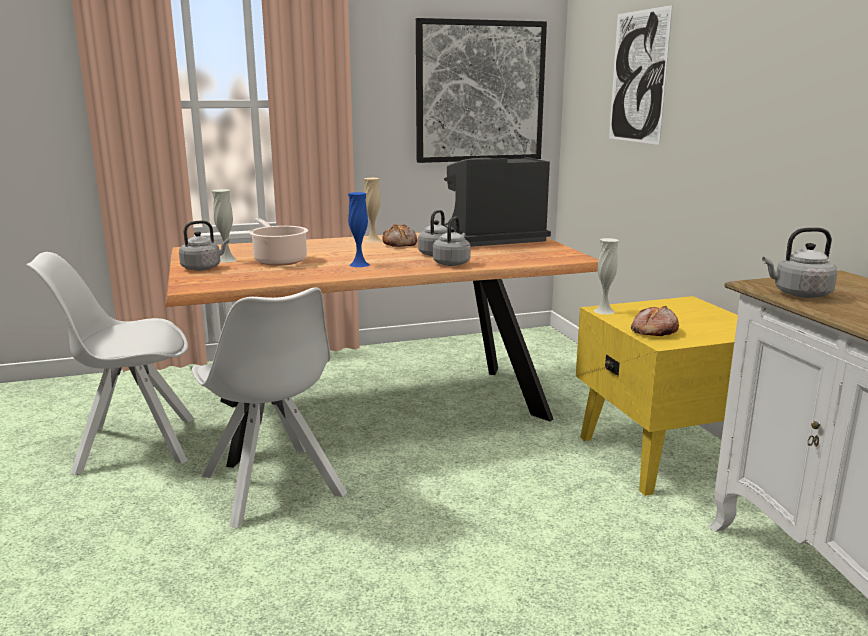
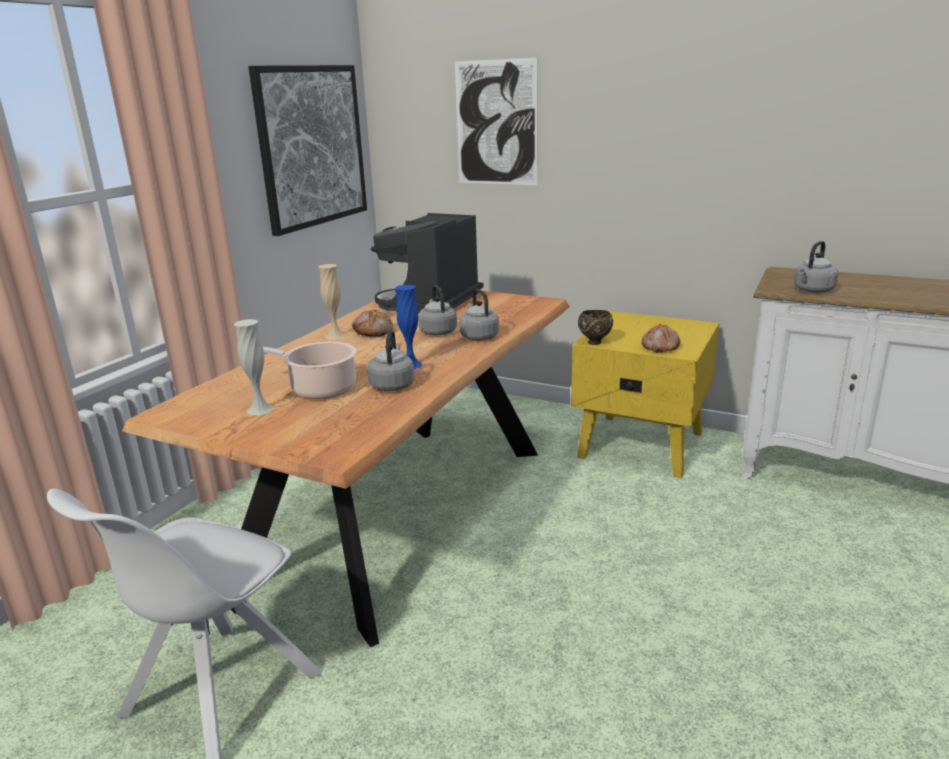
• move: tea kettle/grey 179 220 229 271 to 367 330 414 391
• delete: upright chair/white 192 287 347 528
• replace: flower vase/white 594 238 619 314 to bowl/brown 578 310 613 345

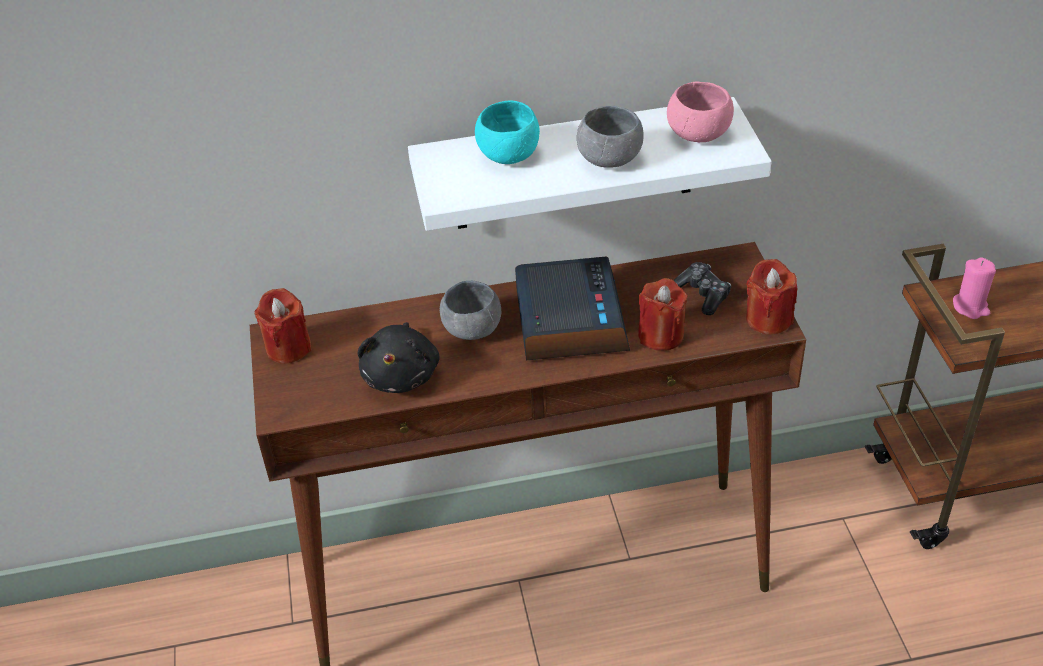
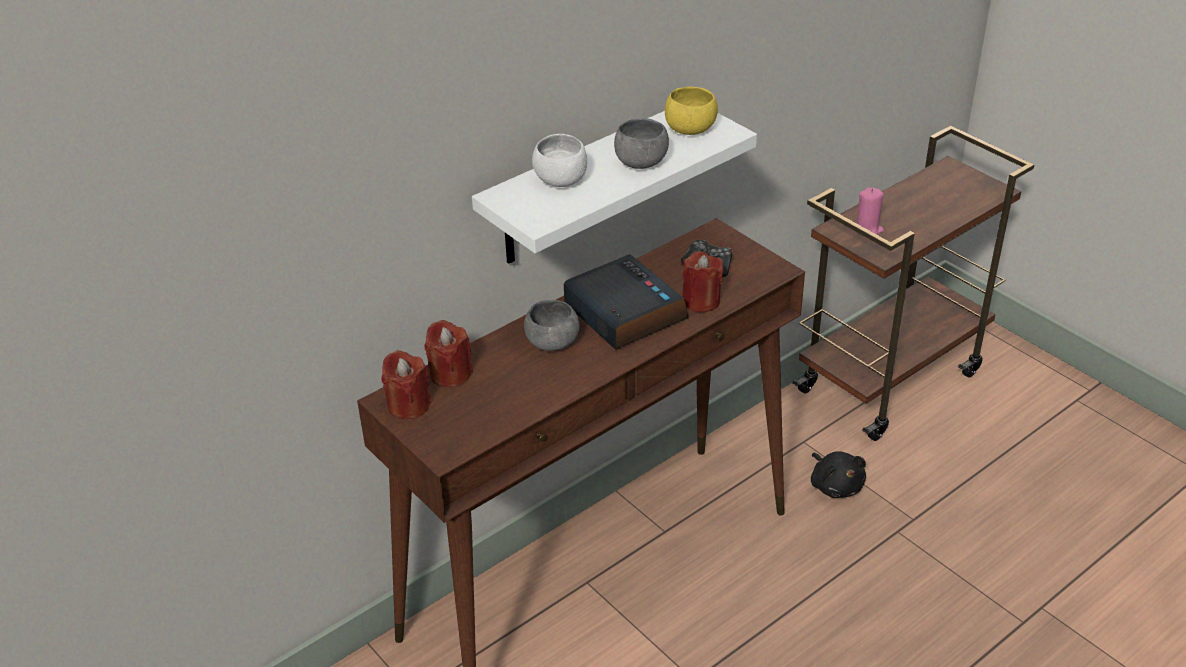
• move: soft toy/black-coloured 357 322 440 393 to 811 451 866 498
• recolor: bowl/turquoise 475 101 540 164 to bowl/white 532 134 587 187
• recolor: bowl/pink 667 81 734 142 to bowl/yellowish 665 86 718 135
• move: wax light/red-coloured 746 259 797 335 to 424 320 473 388

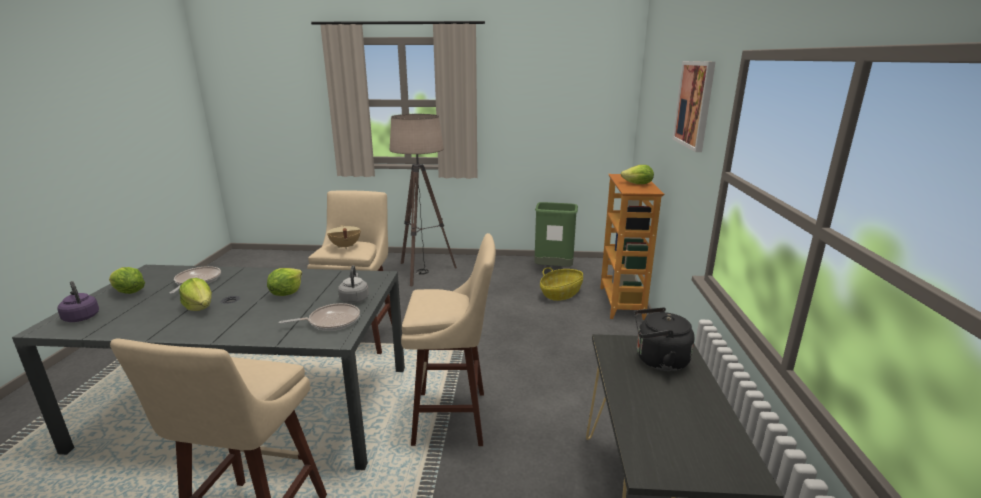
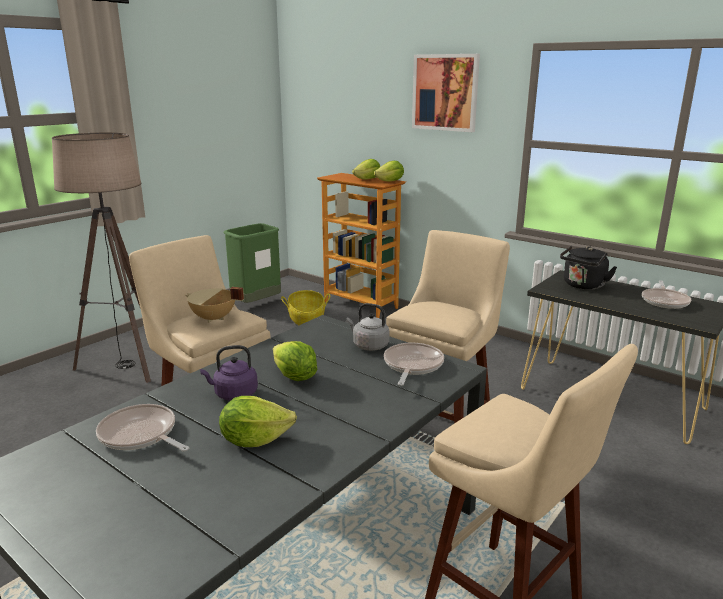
• move: tea kettle/purple-coloured 57 281 99 322 to 200 345 258 401
• move: head of lettuce 109 267 145 294 to 374 161 404 182
• insert: pan 642 280 691 309

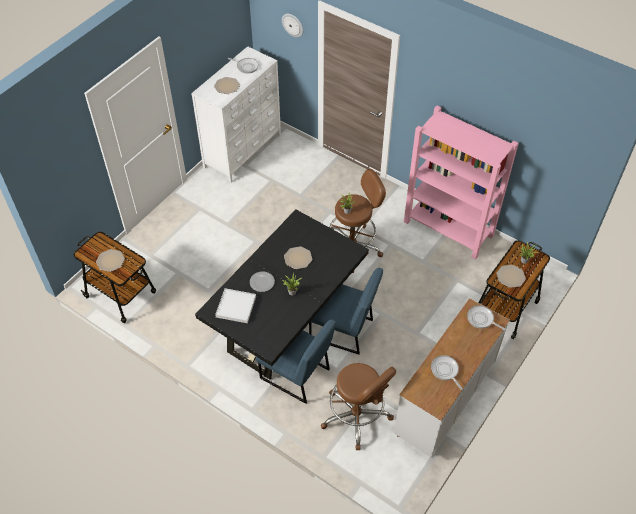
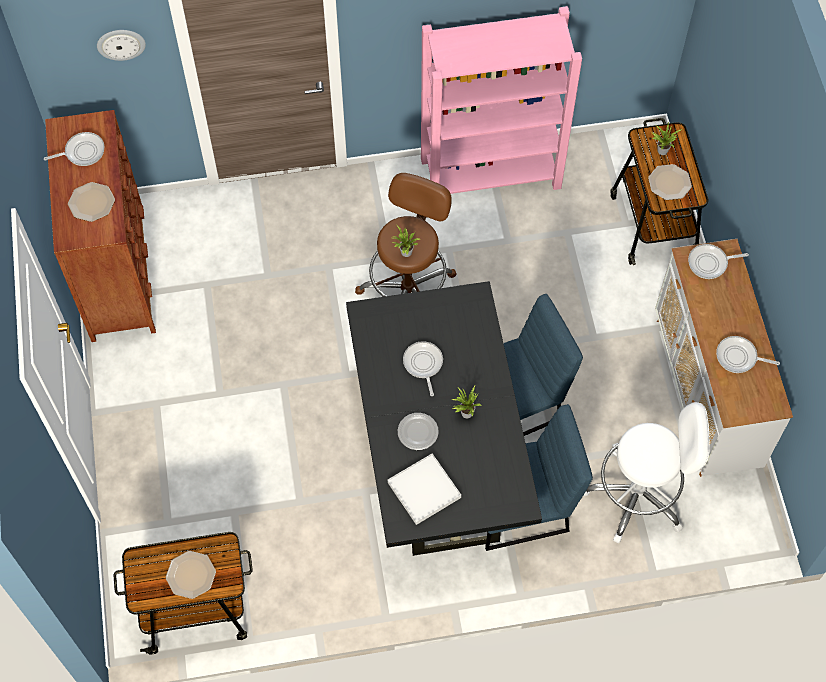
• recolor: dresser/white 191 46 281 183 to dresser/brown 45 110 156 342
• replace: plate 284 246 312 269 to pan 403 341 443 396
• recolor: stool/brown 321 363 396 450 to stool/white 583 402 710 543

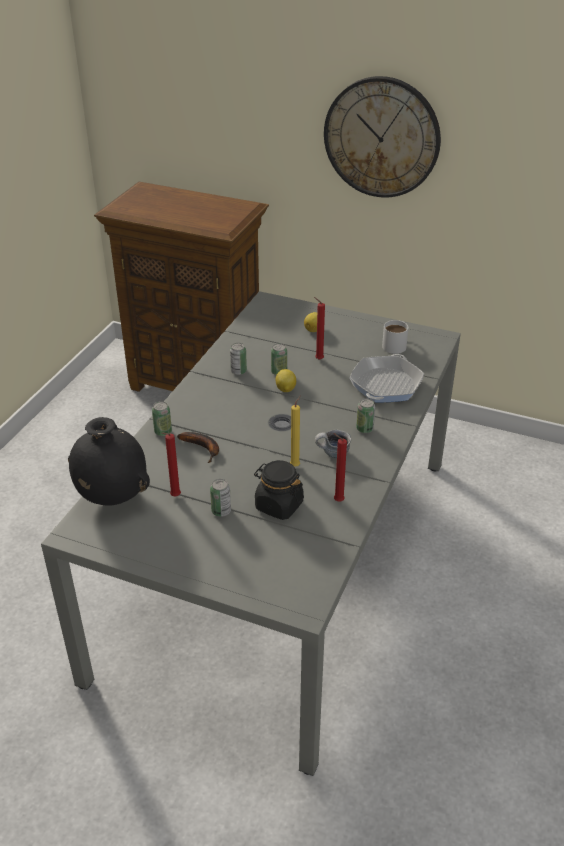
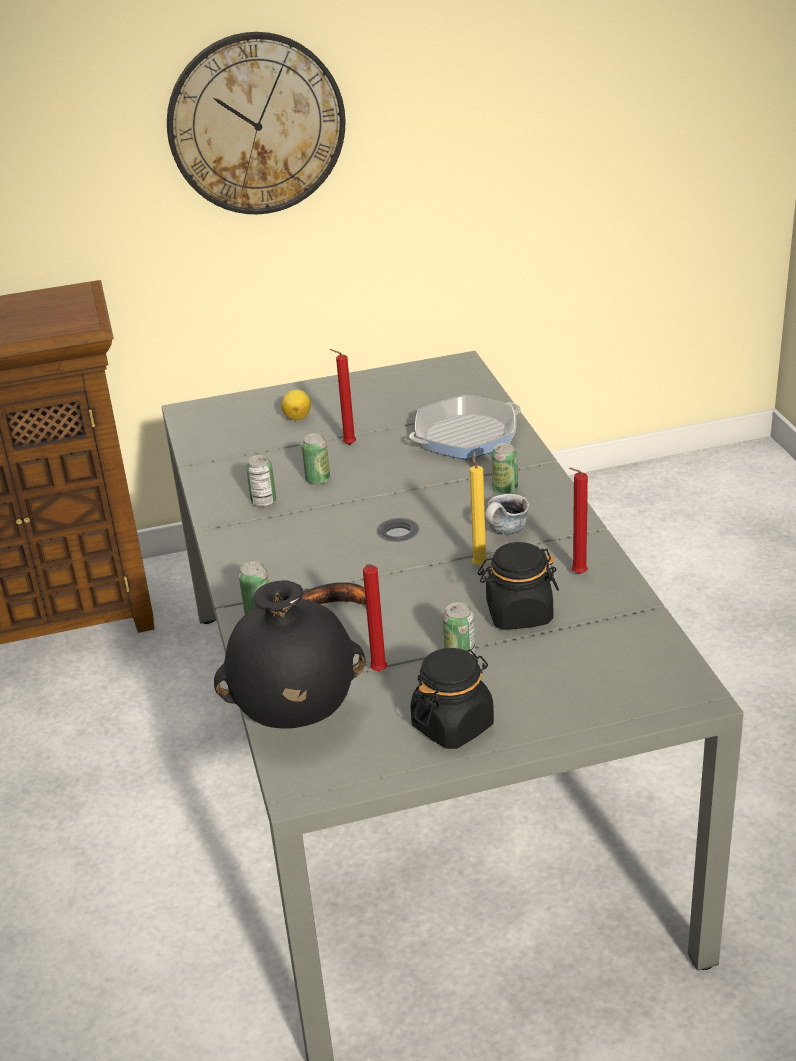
• delete: lemon 275 369 296 392
• rotate: pan 350 354 424 402 = 409 395 521 460 105 degrees counterclockwise
• delete: mug/white 382 320 408 354
• insert: storage jar/black-coloured 410 648 494 749

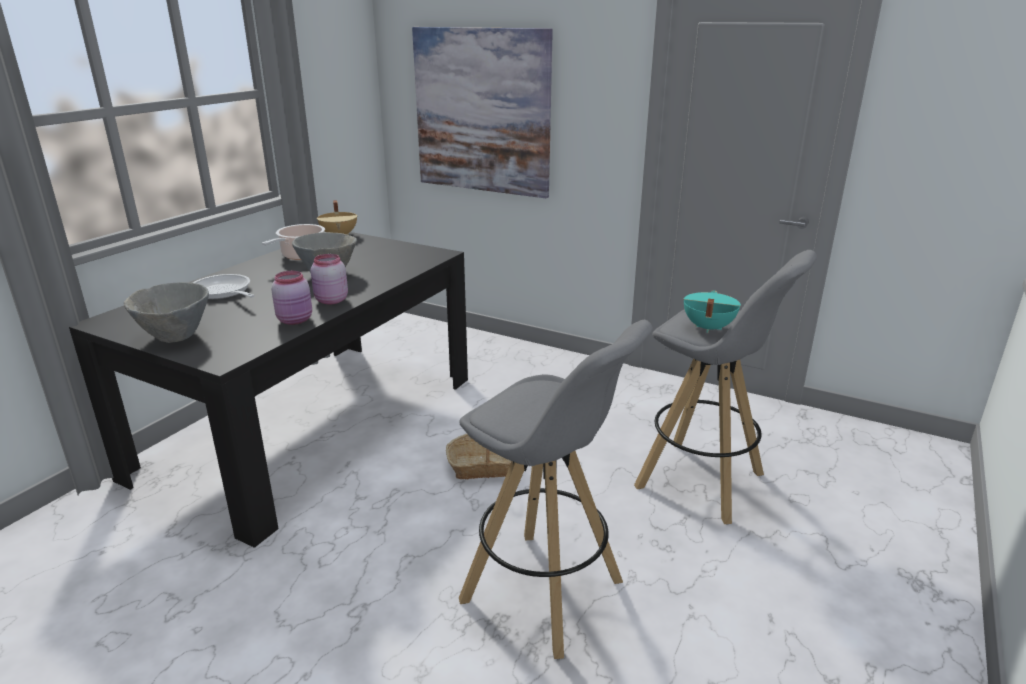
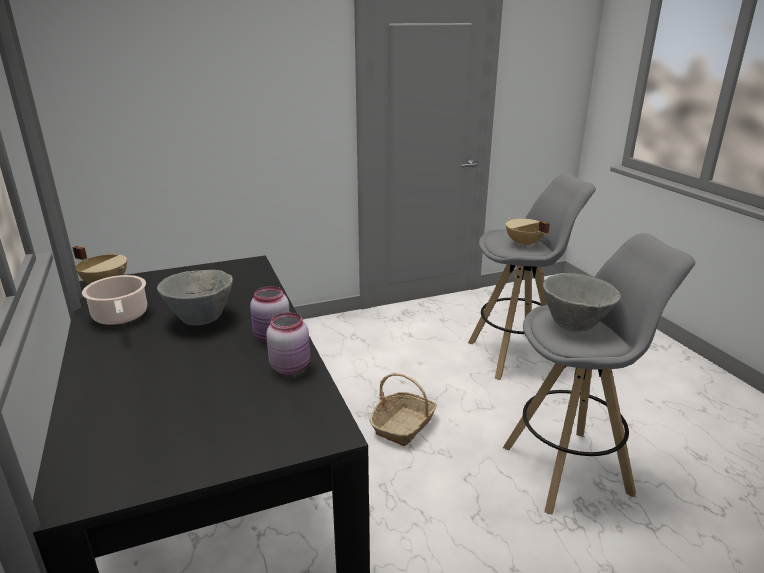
• move: bowl/grey 124 282 209 343 to 543 273 621 331
• delete: pan 193 274 255 299
• delete: picture 412 27 553 198
• recolor: stockpot/turquoise 683 290 741 333 to stockpot/sand-coloured 506 218 550 247

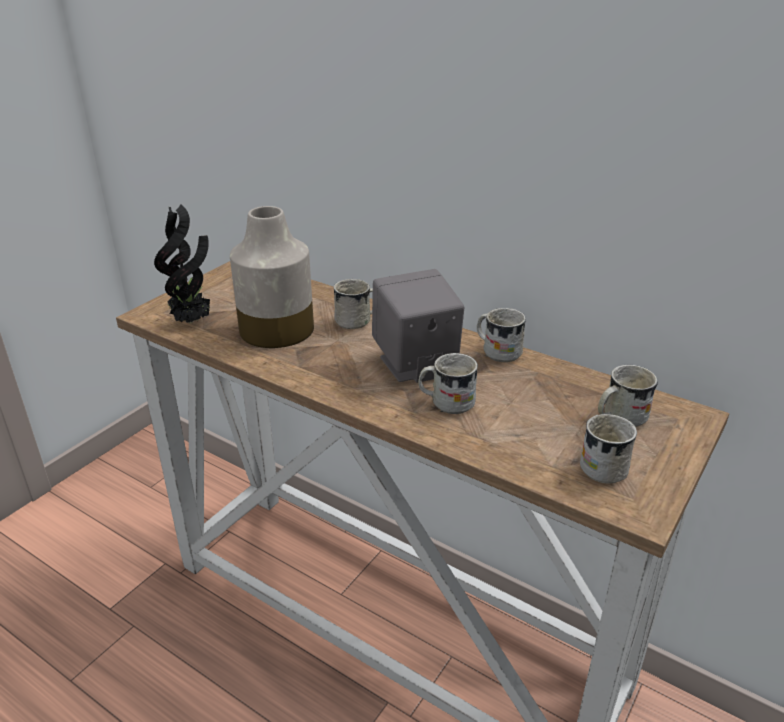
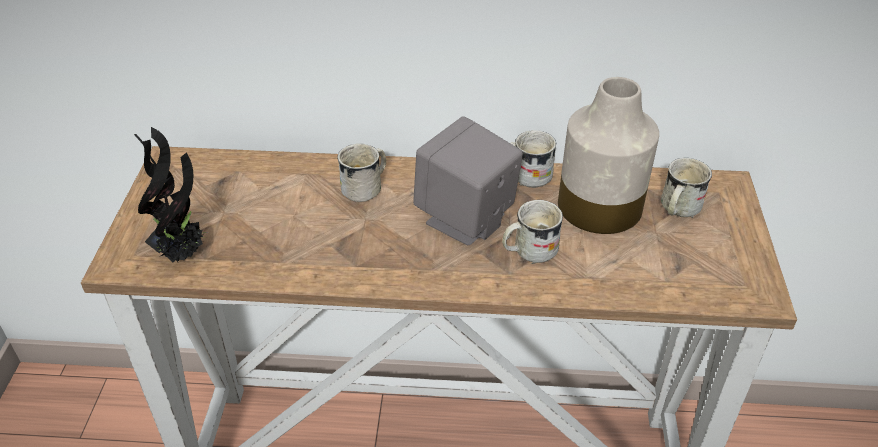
• move: flower vase/sand-coloured 230 206 314 348 to 558 77 659 234
• delete: mug/white 580 414 637 484

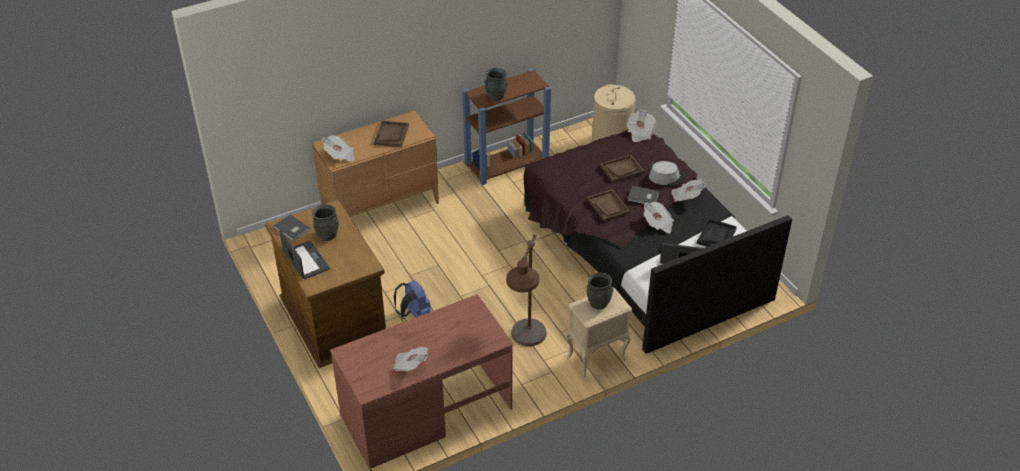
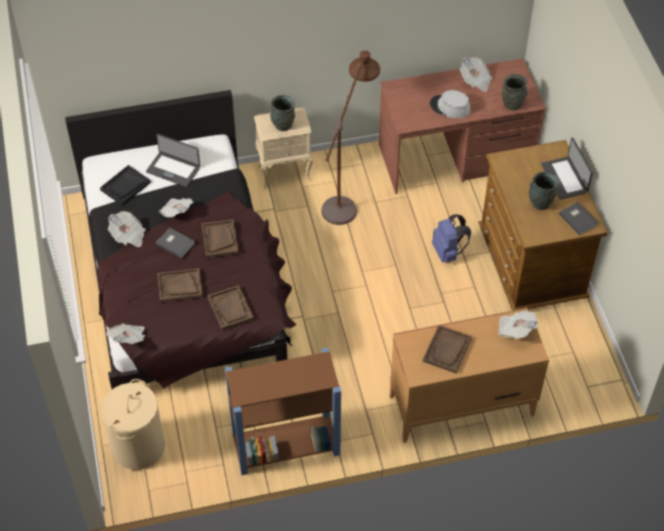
• move: flower vase/grey 484 68 508 101 to 501 74 528 110
• move: clothing hat/grey 649 161 687 186 to 430 90 471 119
• insert: carrying tray/brown 207 285 254 330

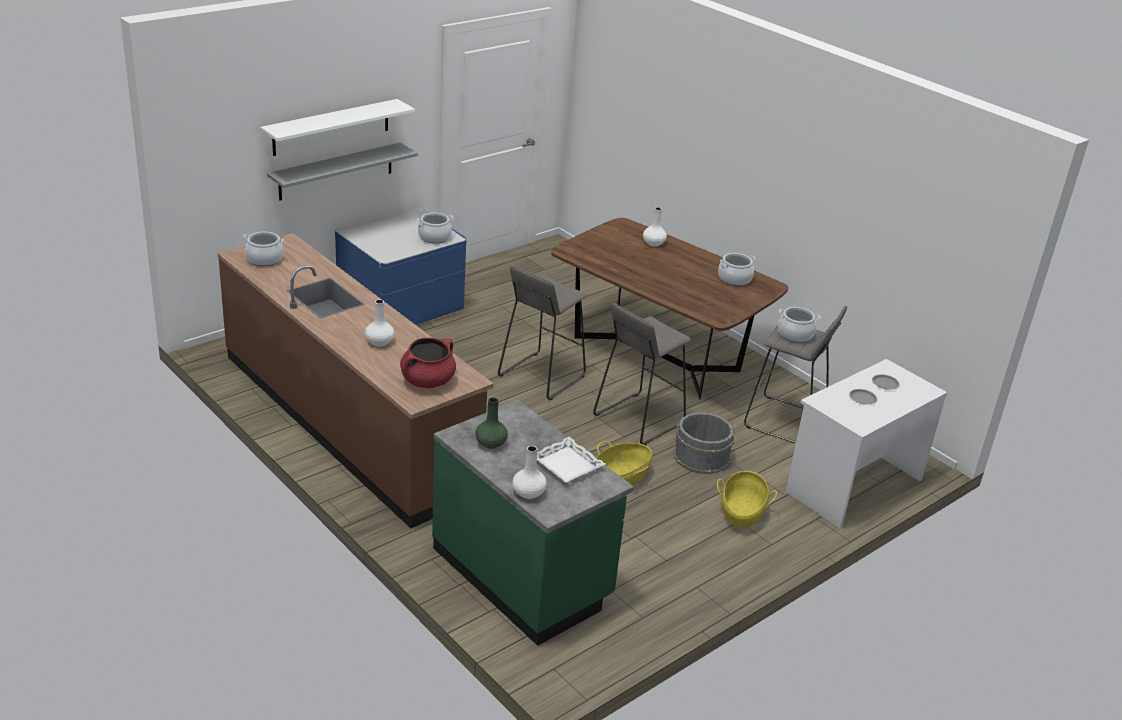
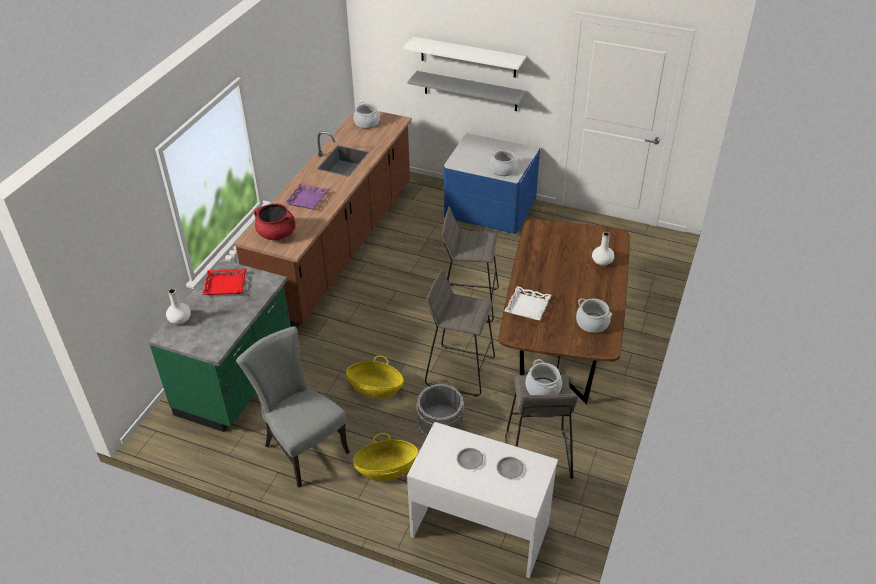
• replace: flower vase/white 365 300 394 346 to carrying tray/purple-coloured 285 183 329 210
• replace: flower vase/green-coloured 475 398 508 449 to carrying tray/red-coloured 202 269 247 295
• move: carrying tray/white 537 437 605 483 to 505 286 552 320
• insert: upright chair/grey 236 326 350 487

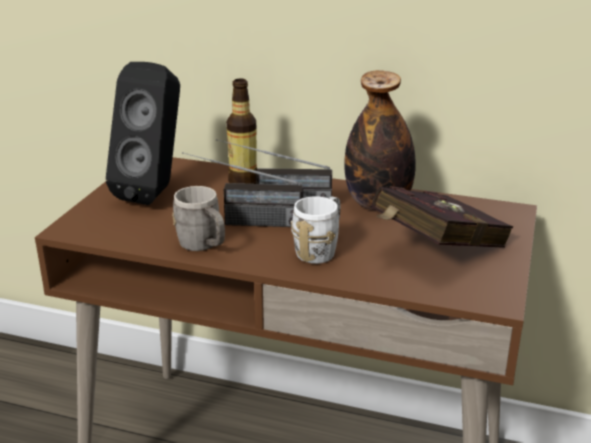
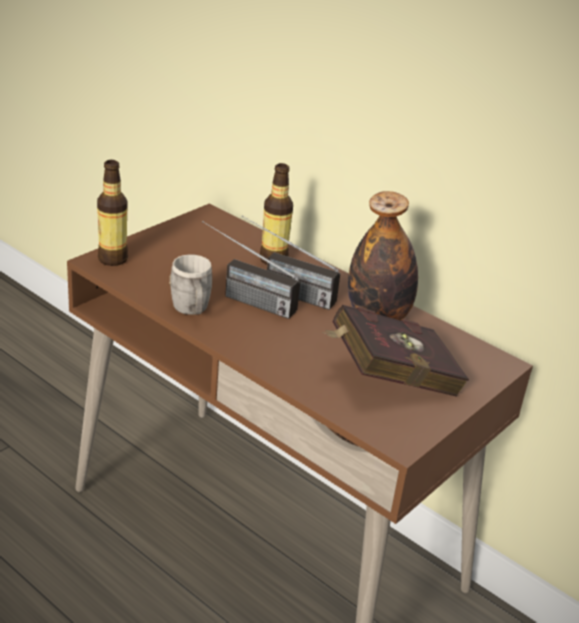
• delete: speaker/black-coloured 106 62 180 205
• delete: mug/white 291 196 340 264
• insert: drink bottle 97 160 128 266

